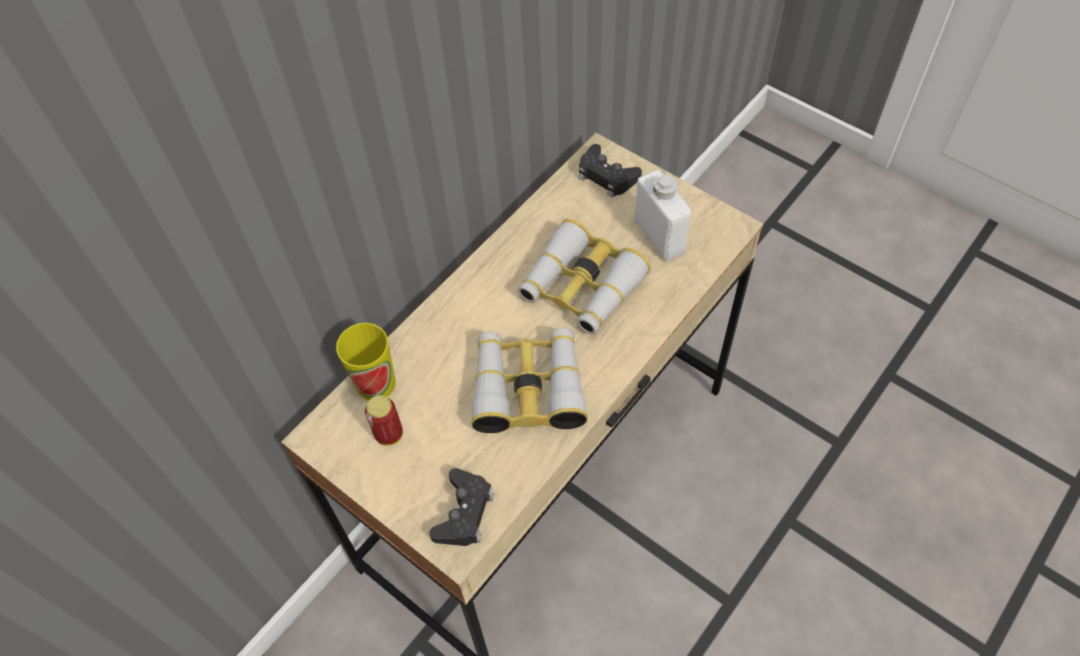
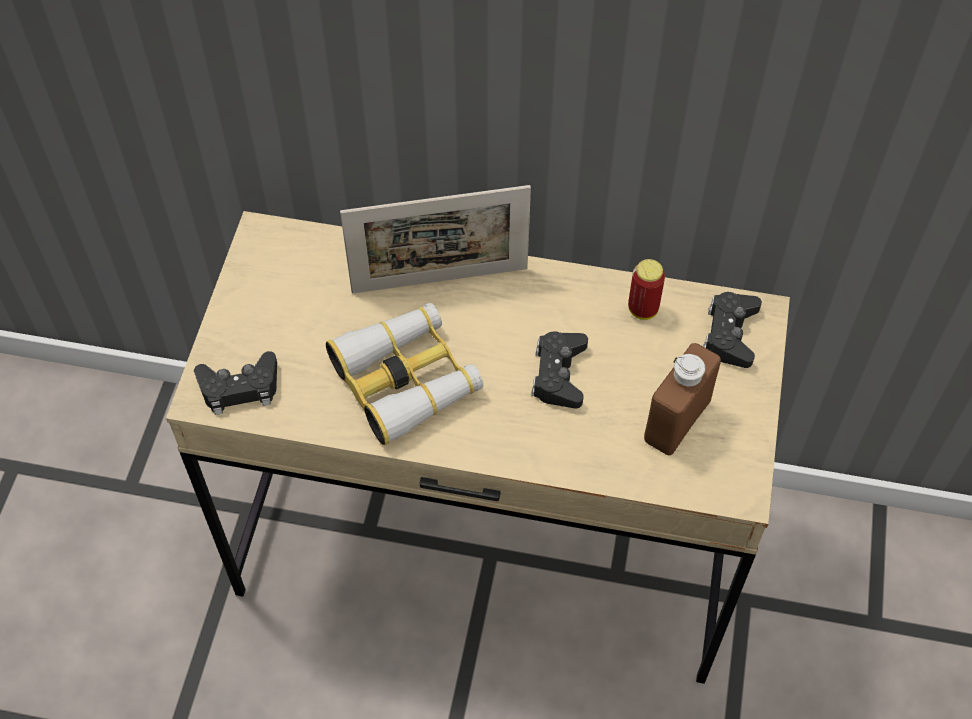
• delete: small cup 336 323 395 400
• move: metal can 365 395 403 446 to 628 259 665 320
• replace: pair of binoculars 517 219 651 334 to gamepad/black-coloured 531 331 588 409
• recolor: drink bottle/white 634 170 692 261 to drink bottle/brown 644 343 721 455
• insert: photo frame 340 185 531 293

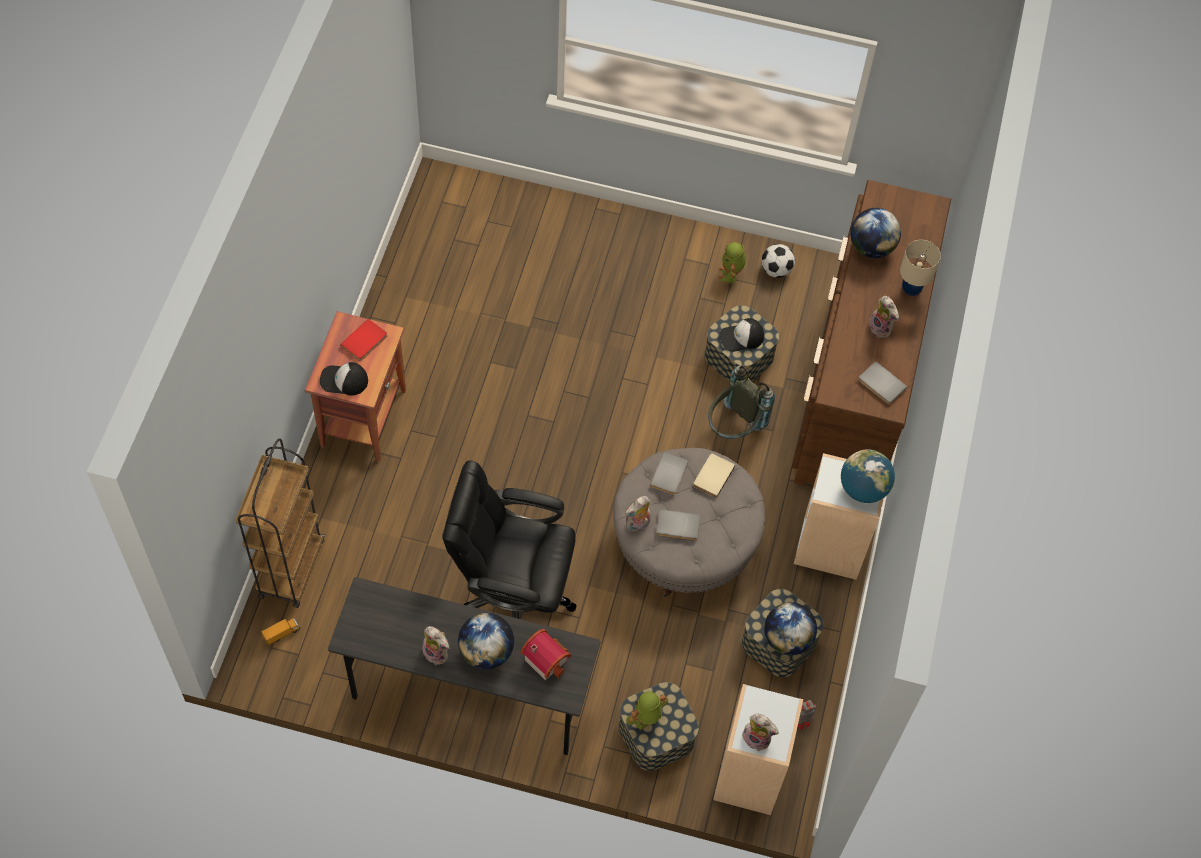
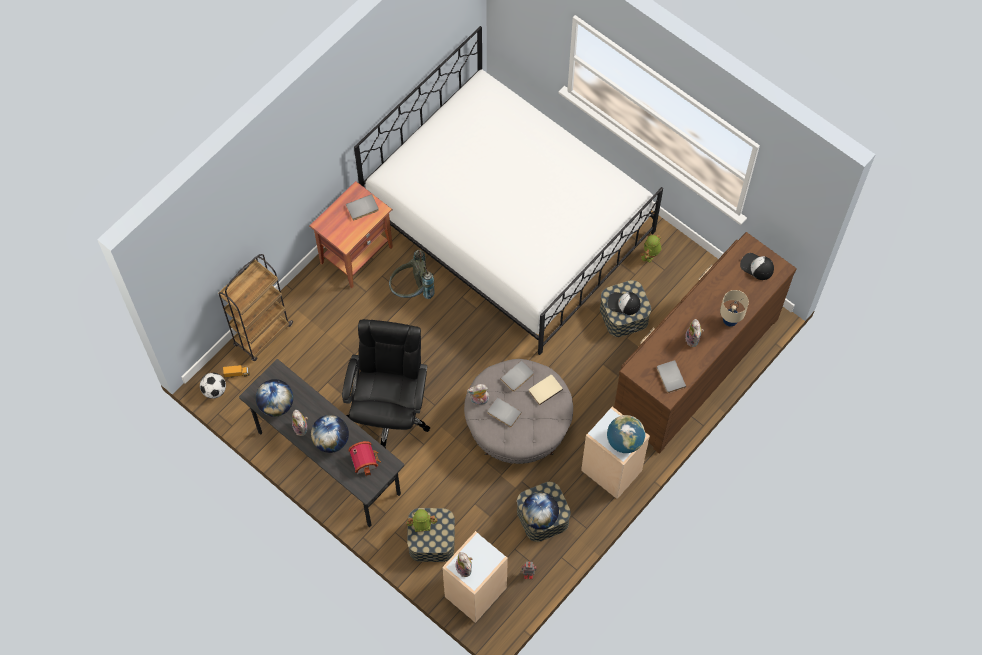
• move: baseball cap 320 362 368 396 to 740 253 774 280
• recolor: volume/red-coloured 340 319 387 361 to volume/grey 346 194 379 220
• rotate: desk chair/black-coloured 442 460 577 619 = 342 319 430 448 60 degrees clockwise
• move: rucksack/grey 708 365 775 439 to 389 250 435 299
• move: football 761 244 795 278 to 200 373 226 399
• move: globe 850 208 901 258 to 256 379 293 417
• insert: bed/white 354 26 663 355

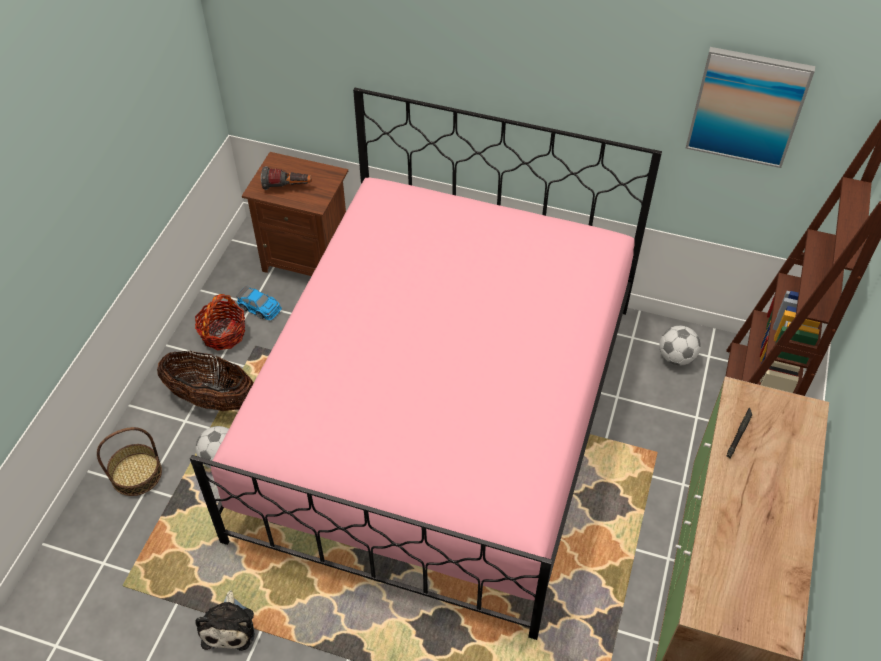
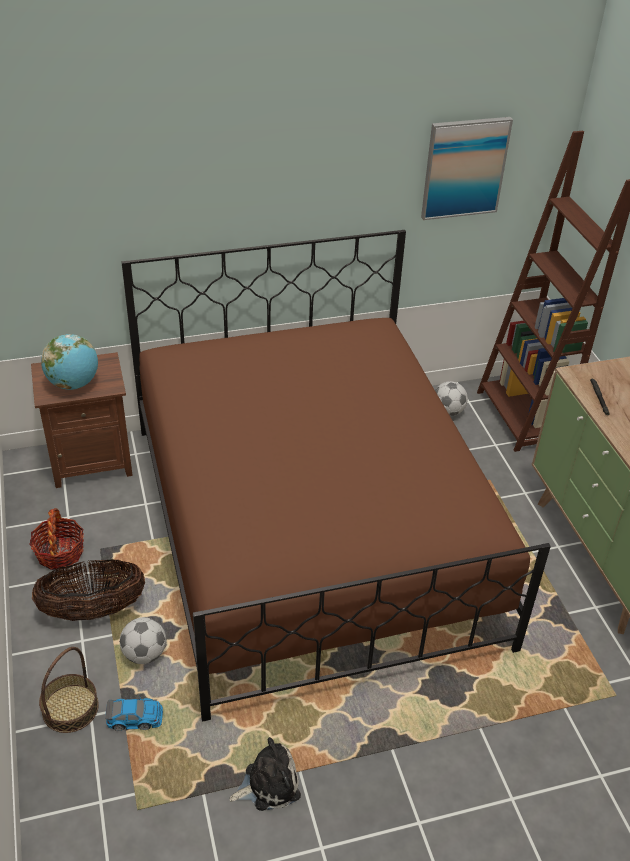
• recolor: bed/pink 190 88 662 640 to bed/brown 121 230 551 722
• rotate: soft toy 195 590 255 651 = 229 737 301 811 75 degrees counterclockwise
• move: miniature car 236 286 282 320 to 105 698 163 731
• replace: torch 261 166 312 190 to globe 41 334 98 390

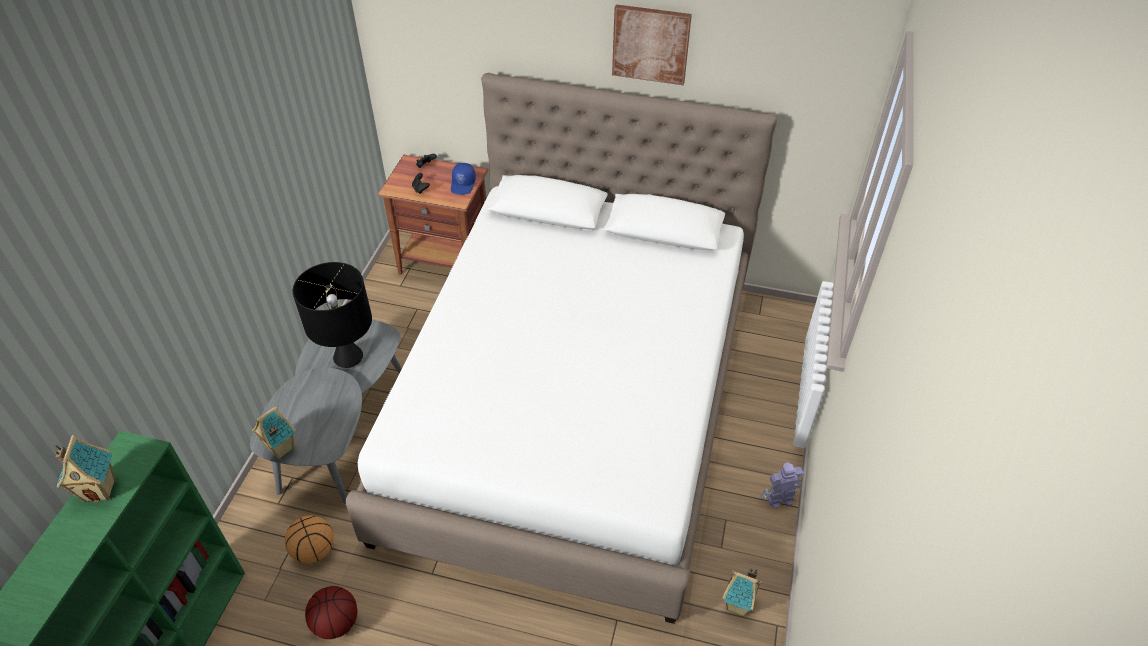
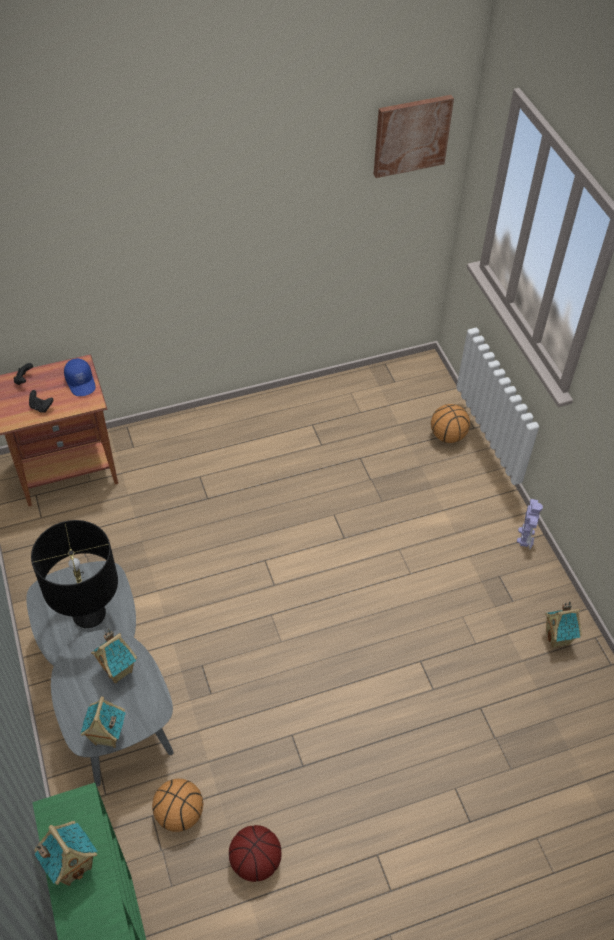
• delete: bed/white 346 73 777 624
• move: picture 612 4 692 85 to 373 95 454 178
• rotate: robot figure 760 462 804 508 = 517 499 543 550 150 degrees clockwise
• insert: miniature house 91 629 137 683
• insert: ball for basketball 431 404 470 443

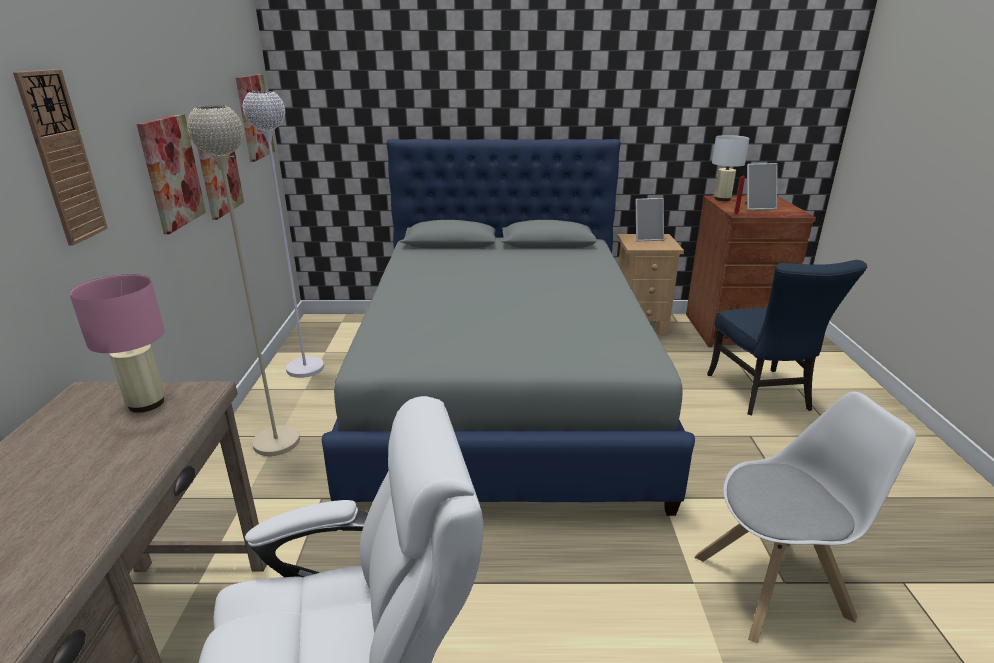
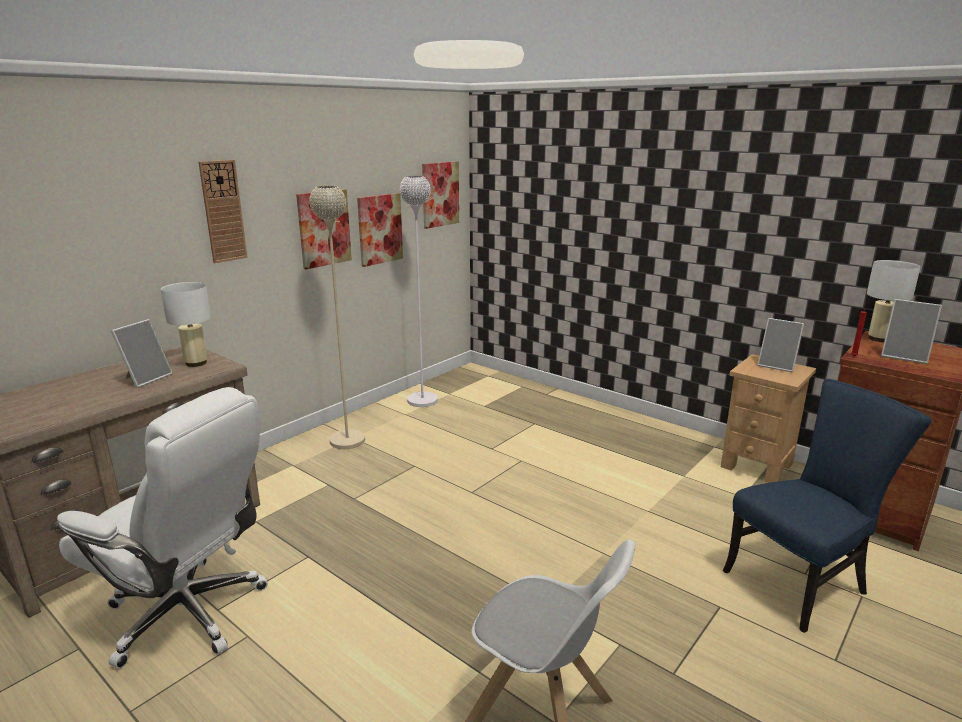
• recolor: table lamp/pink 70 274 164 413 to table lamp/white 161 282 211 367
• delete: bed/grey 322 139 695 516
• rotate: upright chair/blue 707 260 868 415 = 723 379 932 633 150 degrees counterclockwise
• insert: photo frame 111 319 173 388

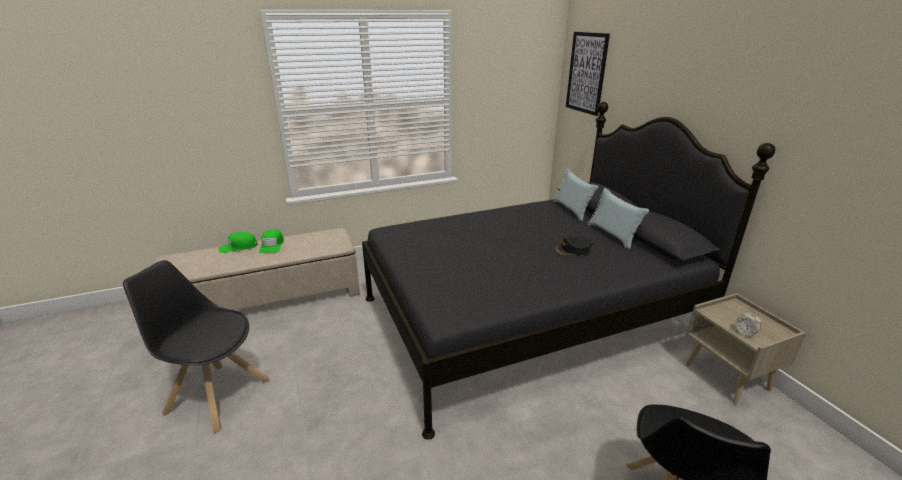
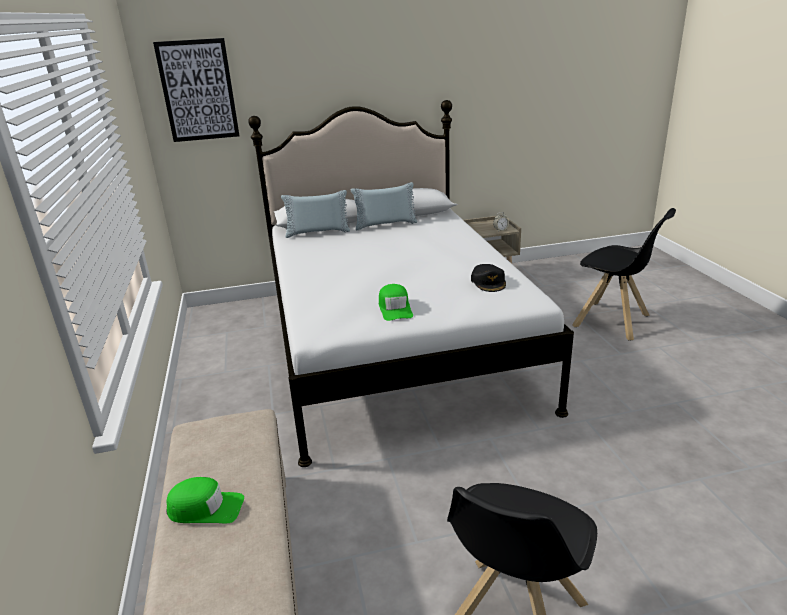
• move: baseball cap/green-coloured 219 232 257 253 to 379 284 413 321
• recolor: bed/black-coloured 362 102 775 439 to bed/white 248 100 574 467
• move: baseball cap/black-coloured 554 236 593 256 to 471 264 506 292

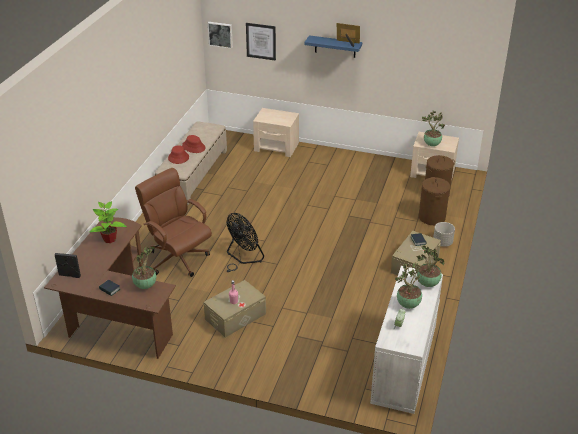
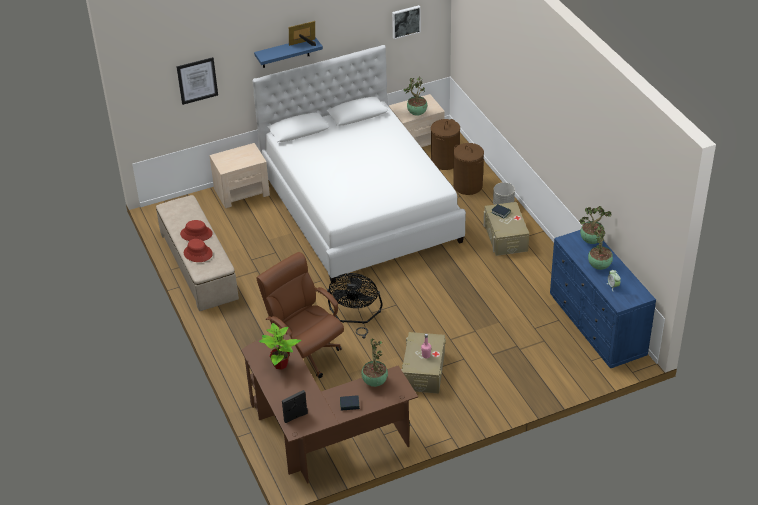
• rotate: desk chair/brown 135 168 212 277 = 256 252 344 378 45 degrees clockwise
• move: picture 208 22 233 49 to 392 5 421 39
• recolor: dresser/white 370 266 443 414 to dresser/blue 550 230 656 368
• insert: bed/white 253 45 466 282

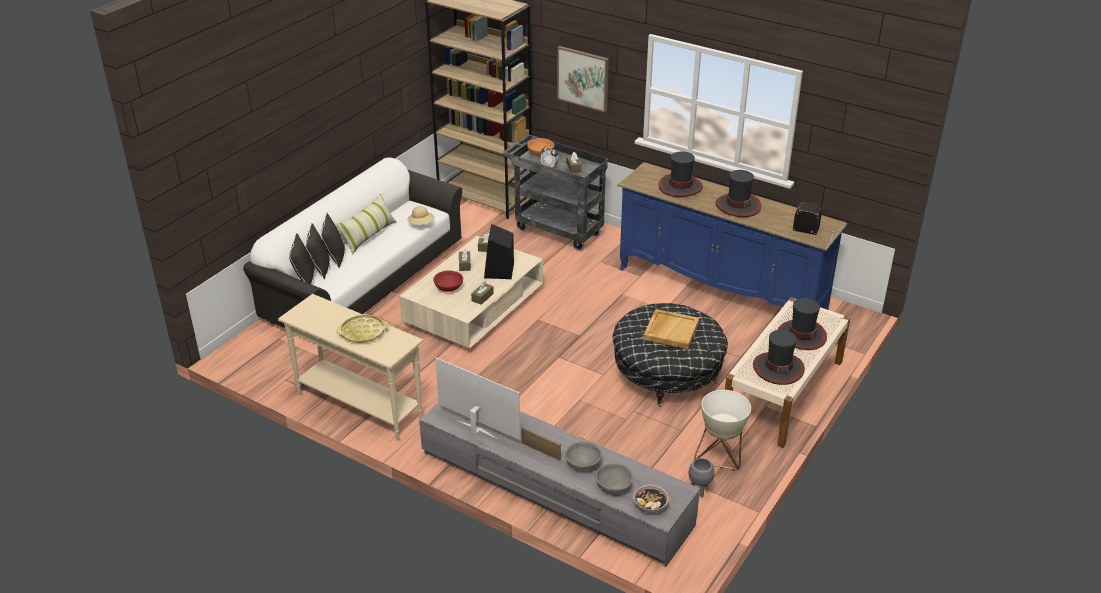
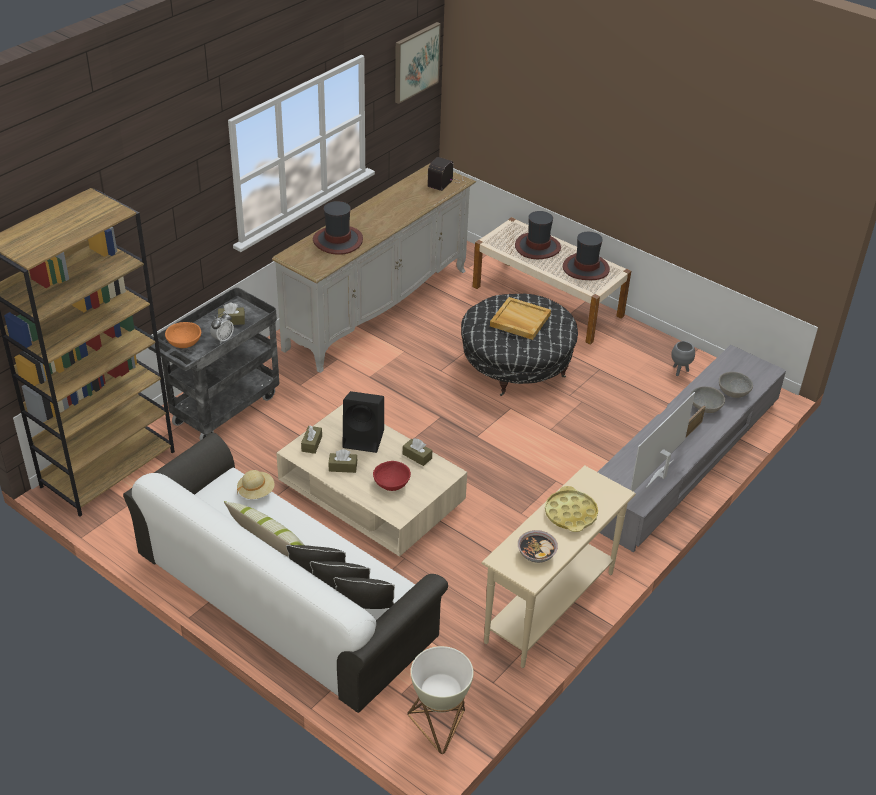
• move: picture 557 46 609 112 to 395 22 441 104
• recolor: storage cabinet/blue 617 162 847 310 to storage cabinet/grey 272 163 476 373
• move: bowl 633 484 669 513 to 518 530 558 563
• move: flower pot 694 390 751 470 to 407 646 474 754
• delete: clothing hat 715 170 761 217

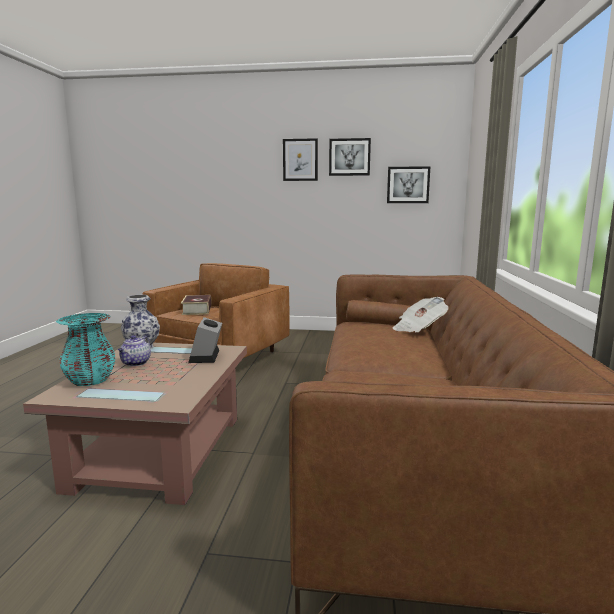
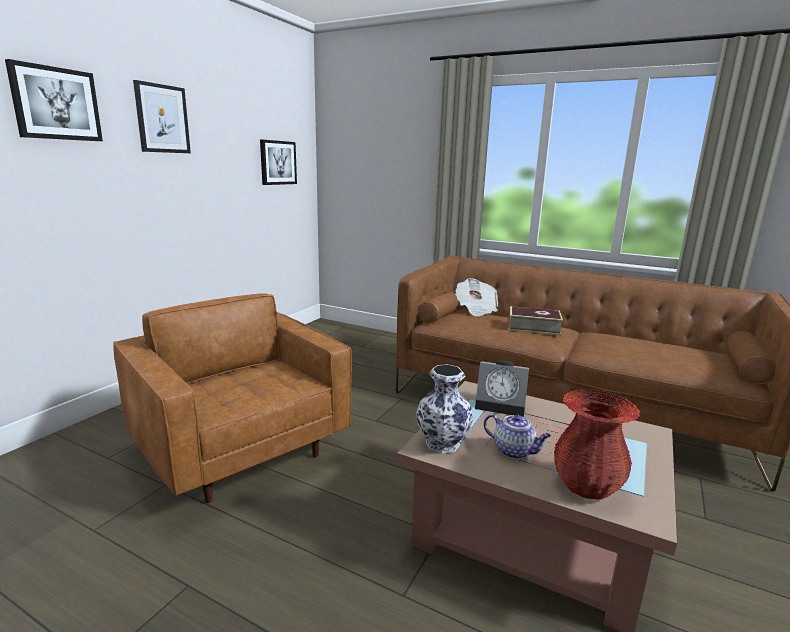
• recolor: flower vase/turquoise 55 313 115 386 to flower vase/red-coloured 554 389 640 500
• move: volume 181 295 212 315 to 509 306 563 335
• move: picture 329 138 371 176 to 5 59 103 141

